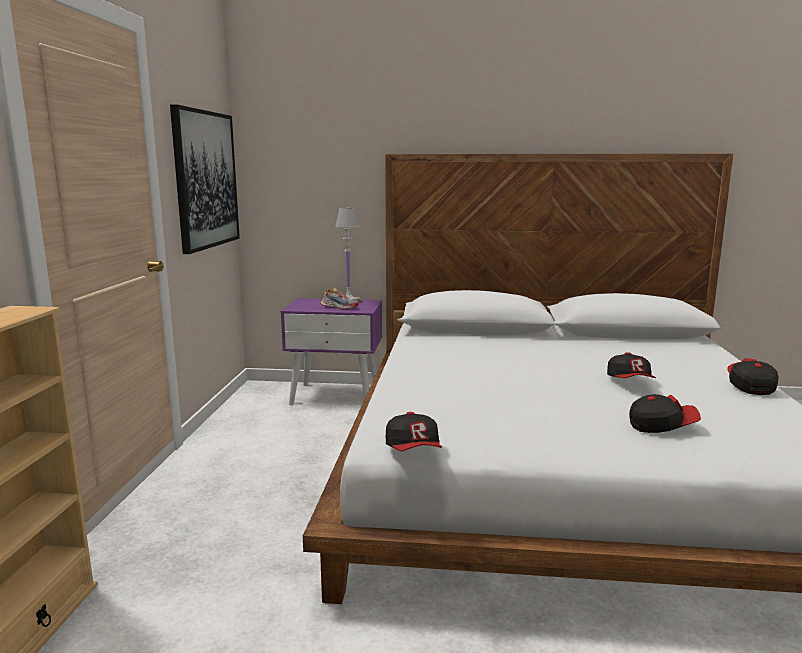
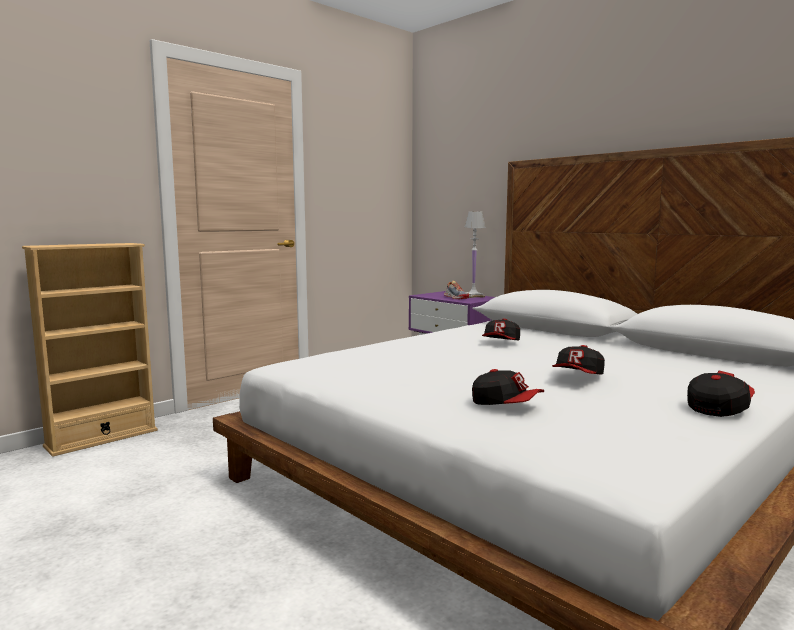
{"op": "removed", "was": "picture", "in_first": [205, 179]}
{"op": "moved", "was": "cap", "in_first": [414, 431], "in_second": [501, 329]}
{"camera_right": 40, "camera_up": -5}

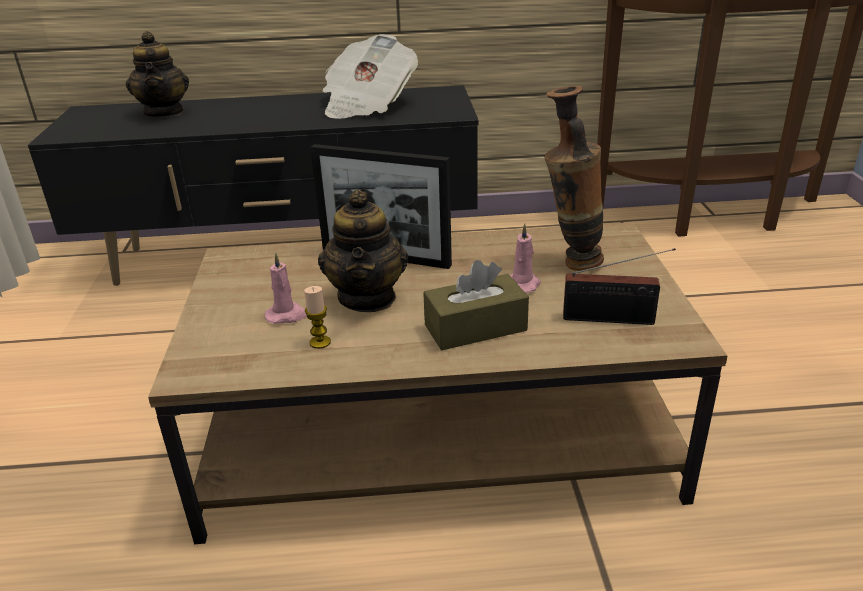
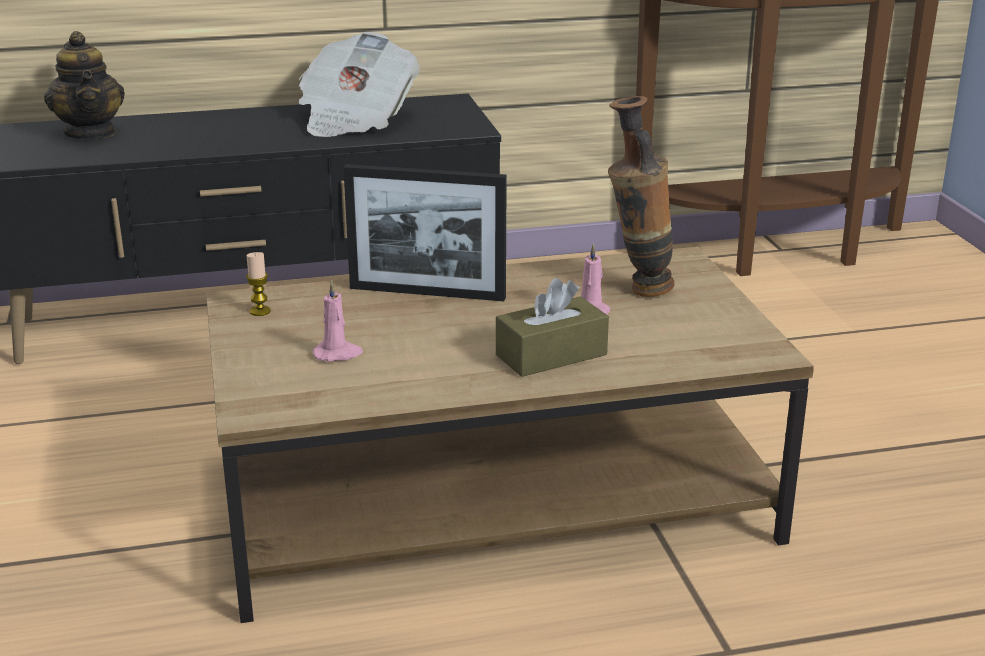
{"op": "removed", "was": "teapot", "in_first": [363, 251]}
{"op": "removed", "was": "radio", "in_first": [619, 286]}
{"op": "moved", "was": "candle", "in_first": [317, 317], "in_second": [258, 284]}
{"camera_right": -10, "camera_up": -5}

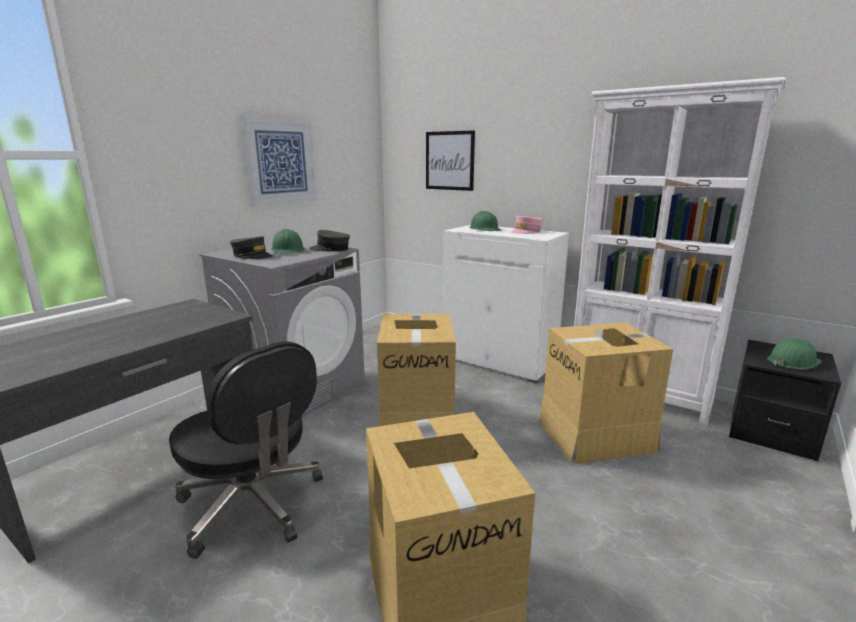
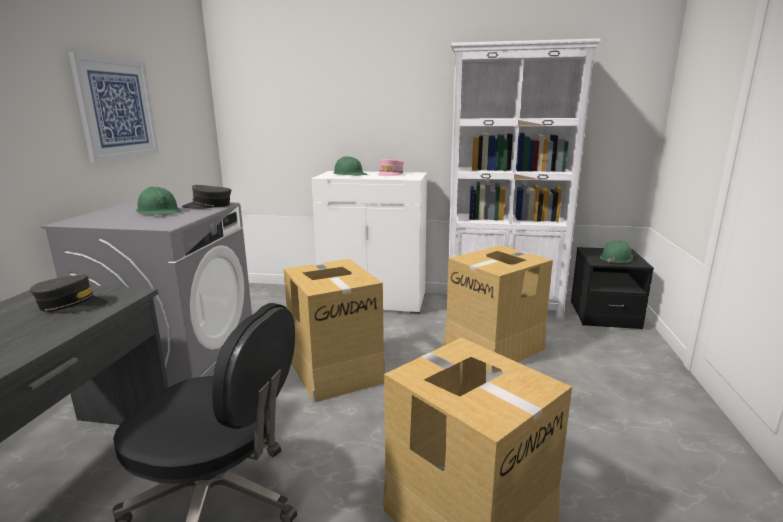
{"op": "removed", "was": "picture", "in_first": [450, 160]}
{"op": "moved", "was": "grey cap", "in_first": [251, 247], "in_second": [69, 294]}
{"camera_right": -25, "camera_up": 0}

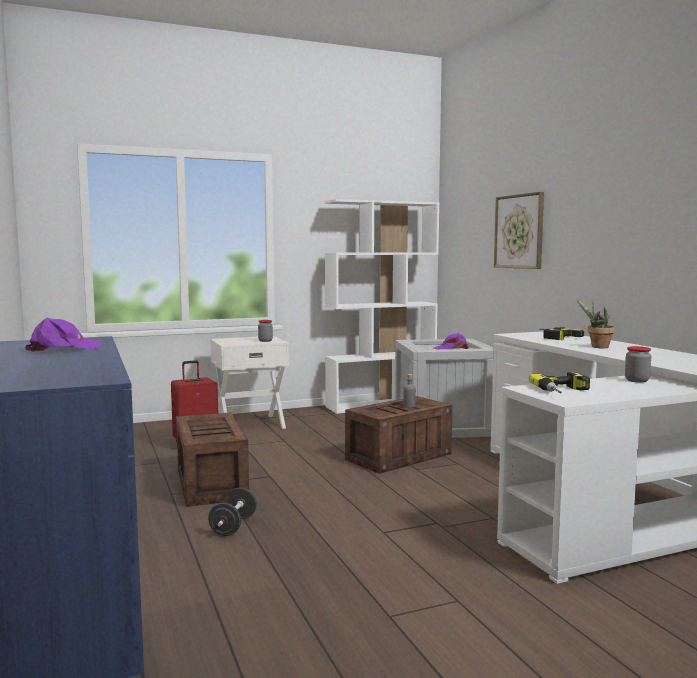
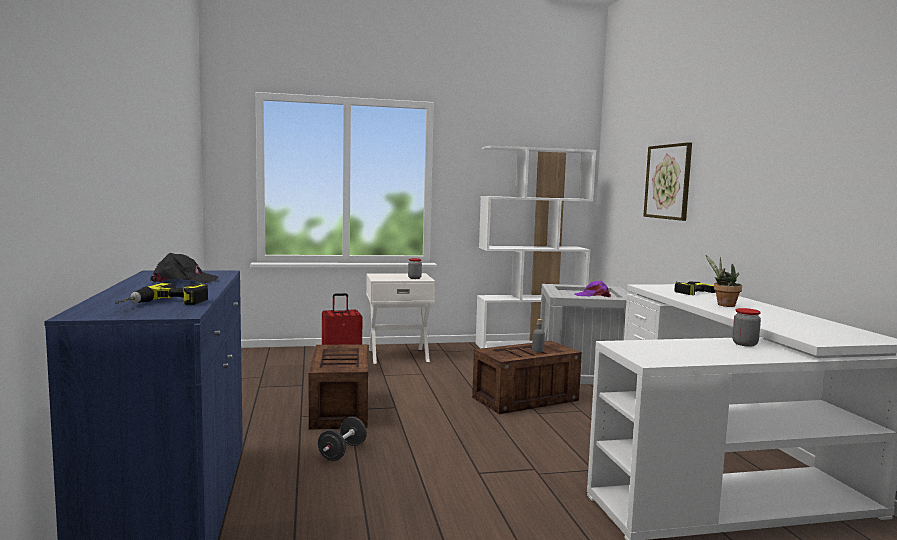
{"op": "recoloured", "was": "purple cap", "now": "black cap", "in_first": [64, 335], "in_second": [184, 268]}
{"op": "moved", "was": "power drill", "in_first": [559, 382], "in_second": [161, 294]}
{"camera_right": 10, "camera_up": 0}

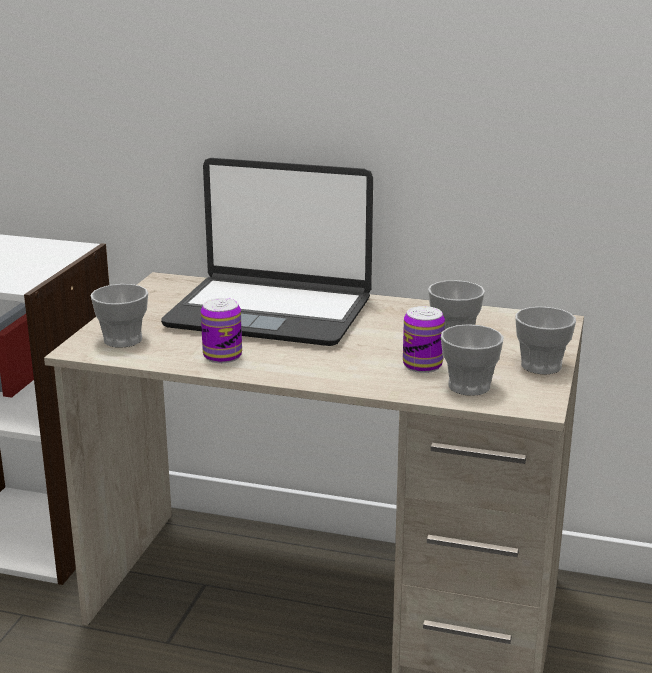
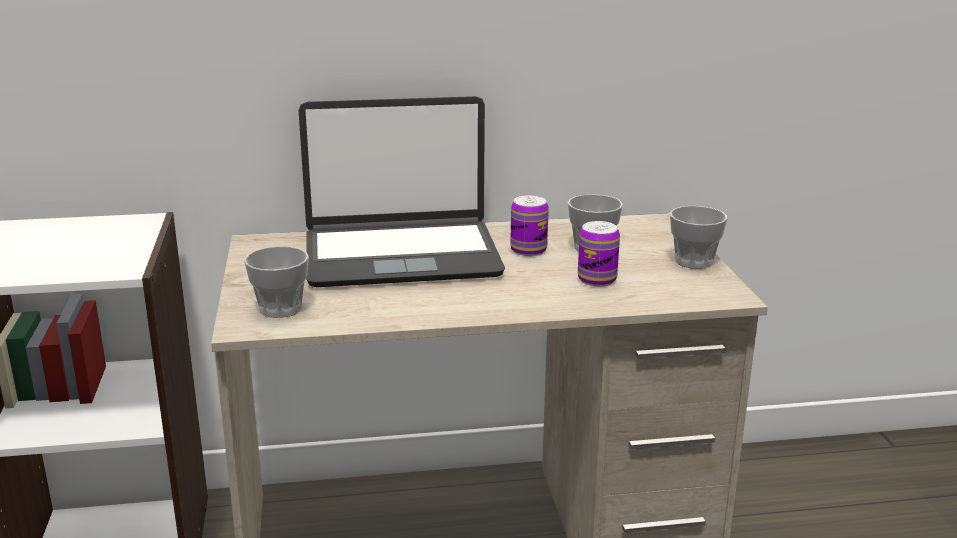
{"op": "moved", "was": "can", "in_first": [221, 330], "in_second": [529, 225]}
{"op": "removed", "was": "cup", "in_first": [472, 360]}
{"camera_right": -25, "camera_up": 0}

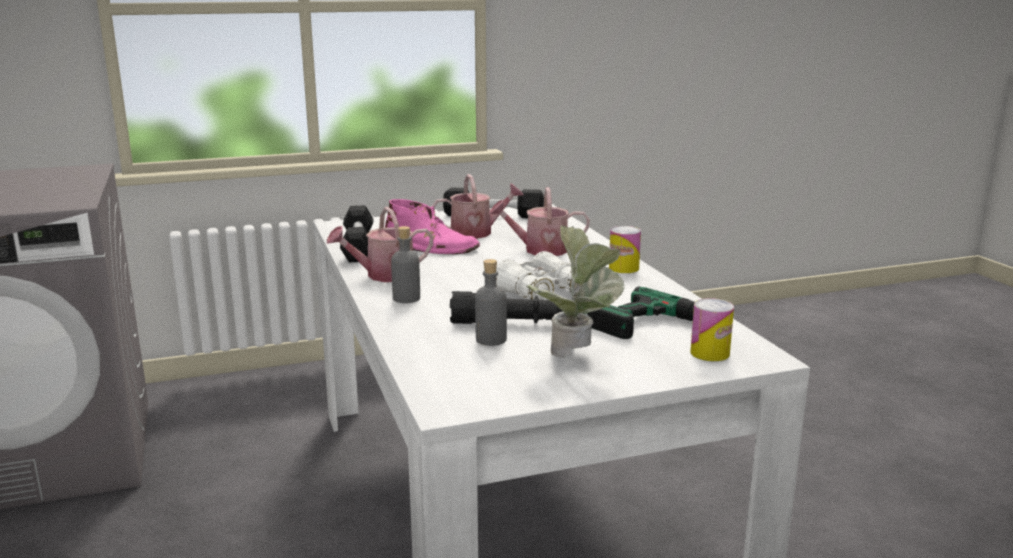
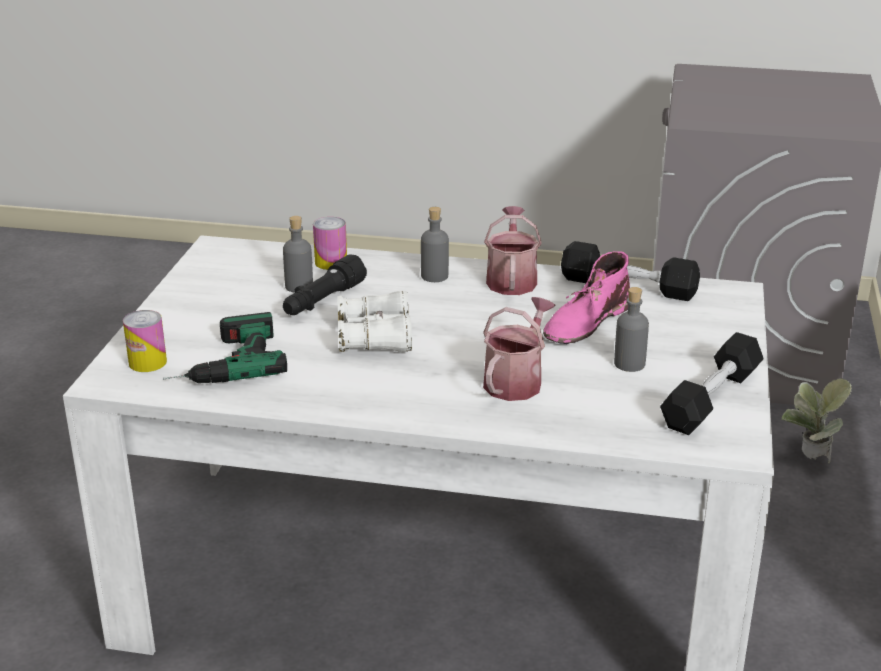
{"op": "replaced", "was": "watering can", "now": "grey bottle", "in_first": [477, 206], "in_second": [631, 329]}
{"op": "moved", "was": "potted plant", "in_first": [575, 291], "in_second": [817, 420]}
{"op": "moved", "was": "can", "in_first": [625, 249], "in_second": [330, 243]}
{"camera_right": 120, "camera_up": 10}

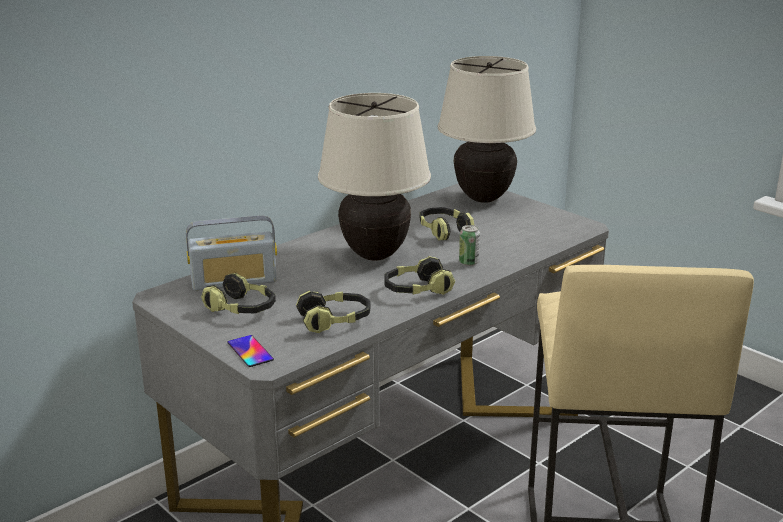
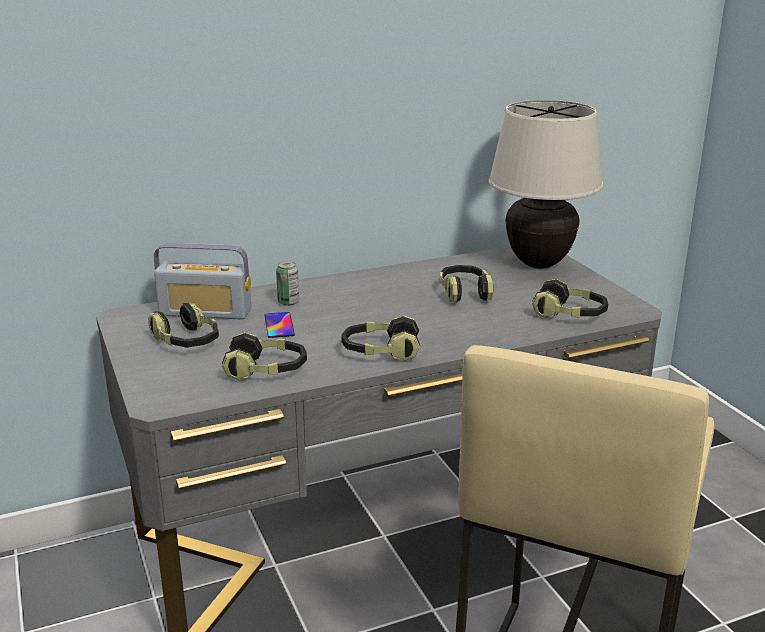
{"op": "removed", "was": "beige table lamp", "in_first": [374, 177]}
{"op": "moved", "was": "can", "in_first": [469, 245], "in_second": [287, 283]}
{"op": "moved", "was": "phone", "in_first": [250, 351], "in_second": [280, 325]}
{"op": "added", "now": "headphones", "in_second": [570, 298]}
{"camera_right": 20, "camera_up": 0}

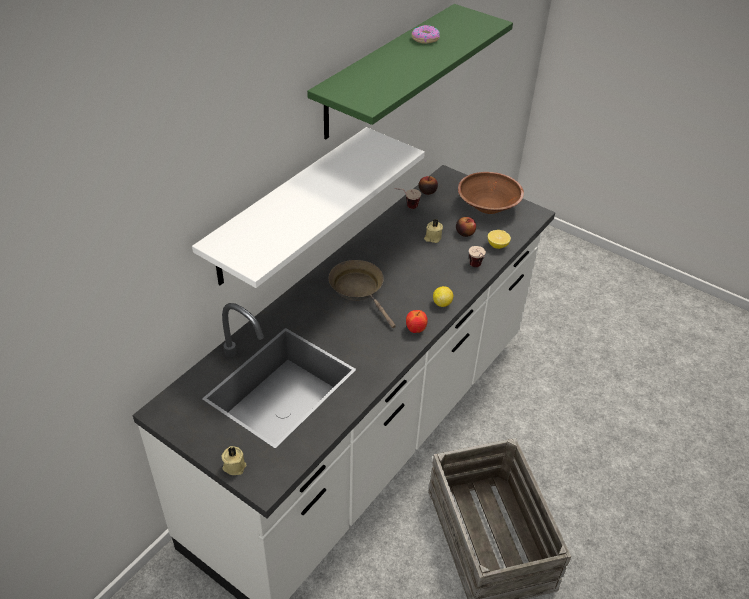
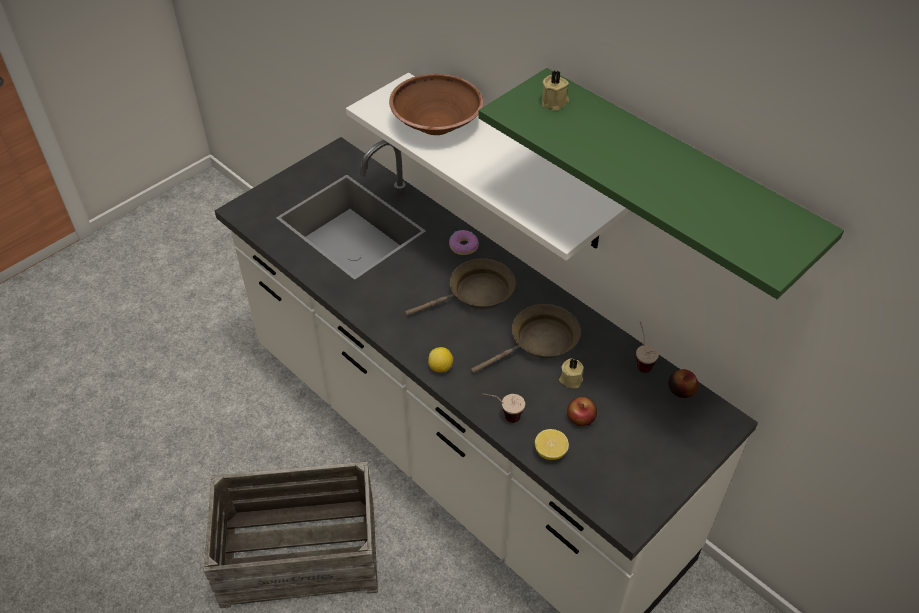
{"op": "moved", "was": "donut", "in_first": [426, 34], "in_second": [464, 242]}
{"op": "moved", "was": "brown bowl", "in_first": [491, 193], "in_second": [436, 104]}
{"op": "removed", "was": "apple", "in_first": [417, 321]}
{"op": "moved", "was": "beige candle", "in_first": [233, 460], "in_second": [555, 91]}
{"op": "added", "now": "brown frying pan", "in_second": [526, 339]}
{"camera_right": 100, "camera_up": 5}

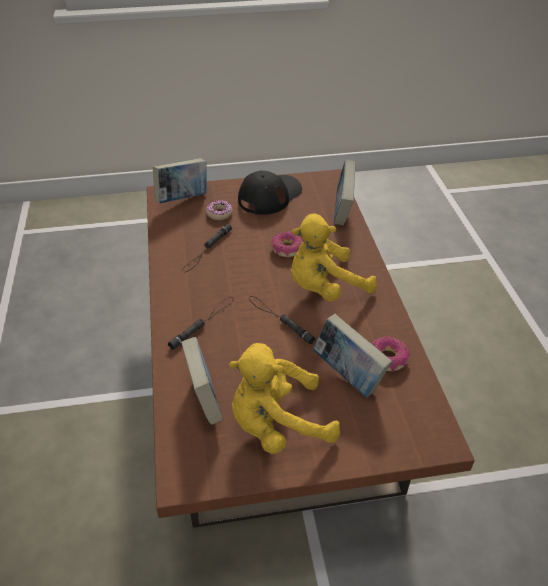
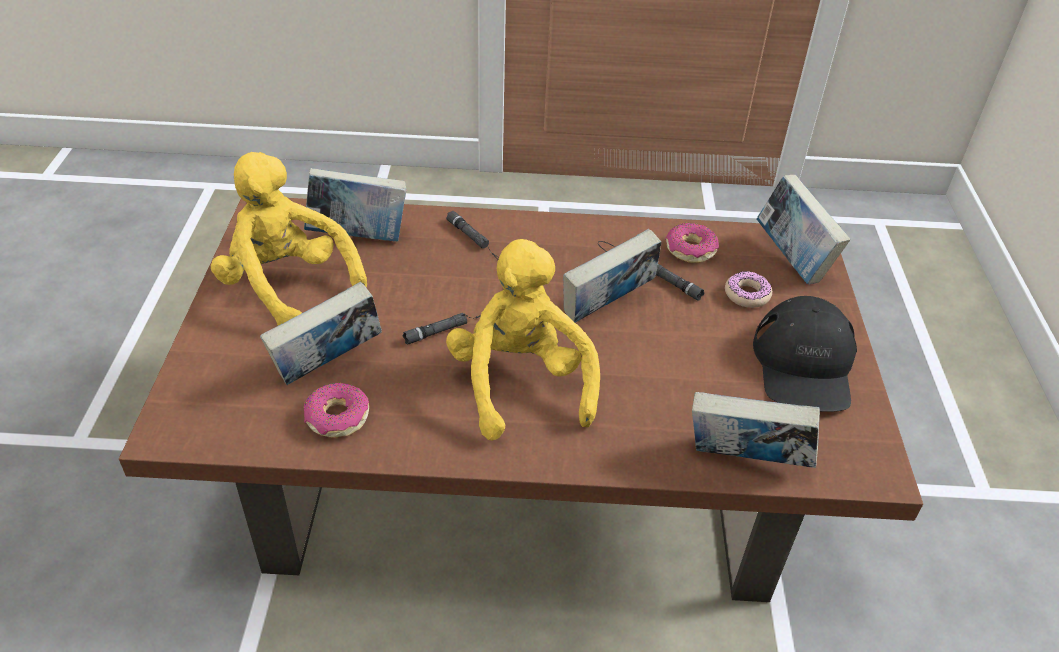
{"op": "turned", "was": "black cap", "in_first": [270, 192], "in_second": [805, 354], "clockwise": 45}
{"op": "moved", "was": "donut", "in_first": [287, 244], "in_second": [692, 243]}
{"op": "turned", "was": "yellow plush toy", "in_first": [284, 398], "in_second": [289, 239], "clockwise": -45}
{"op": "added", "now": "book", "in_second": [612, 275]}
{"camera_right": 100, "camera_up": 0}

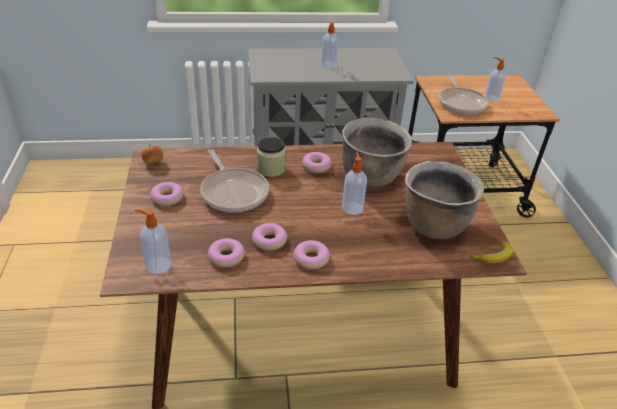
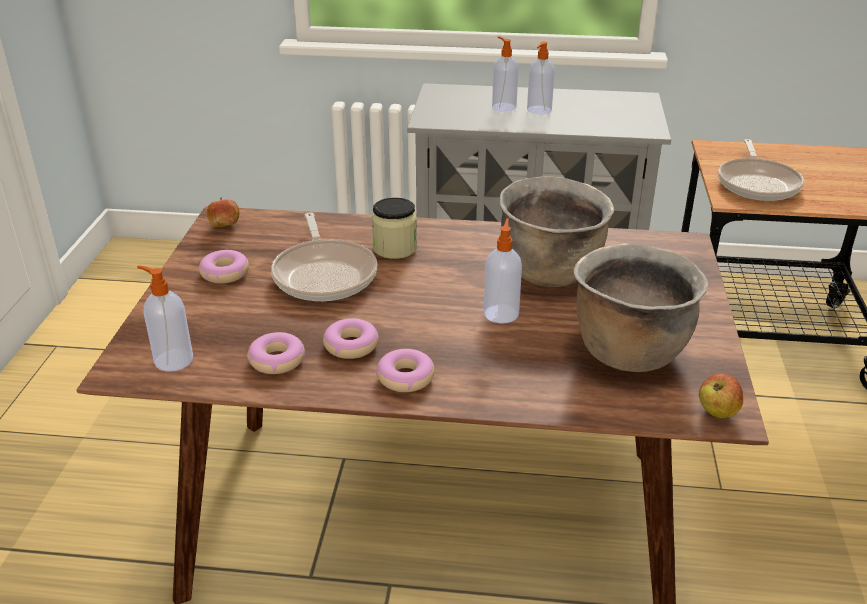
{"op": "moved", "was": "soap dispenser", "in_first": [495, 79], "in_second": [505, 74]}
{"op": "removed", "was": "donut", "in_first": [317, 162]}
{"op": "replaced", "was": "banana", "now": "apple", "in_first": [492, 253], "in_second": [721, 396]}
{"camera_right": 15, "camera_up": -5}

